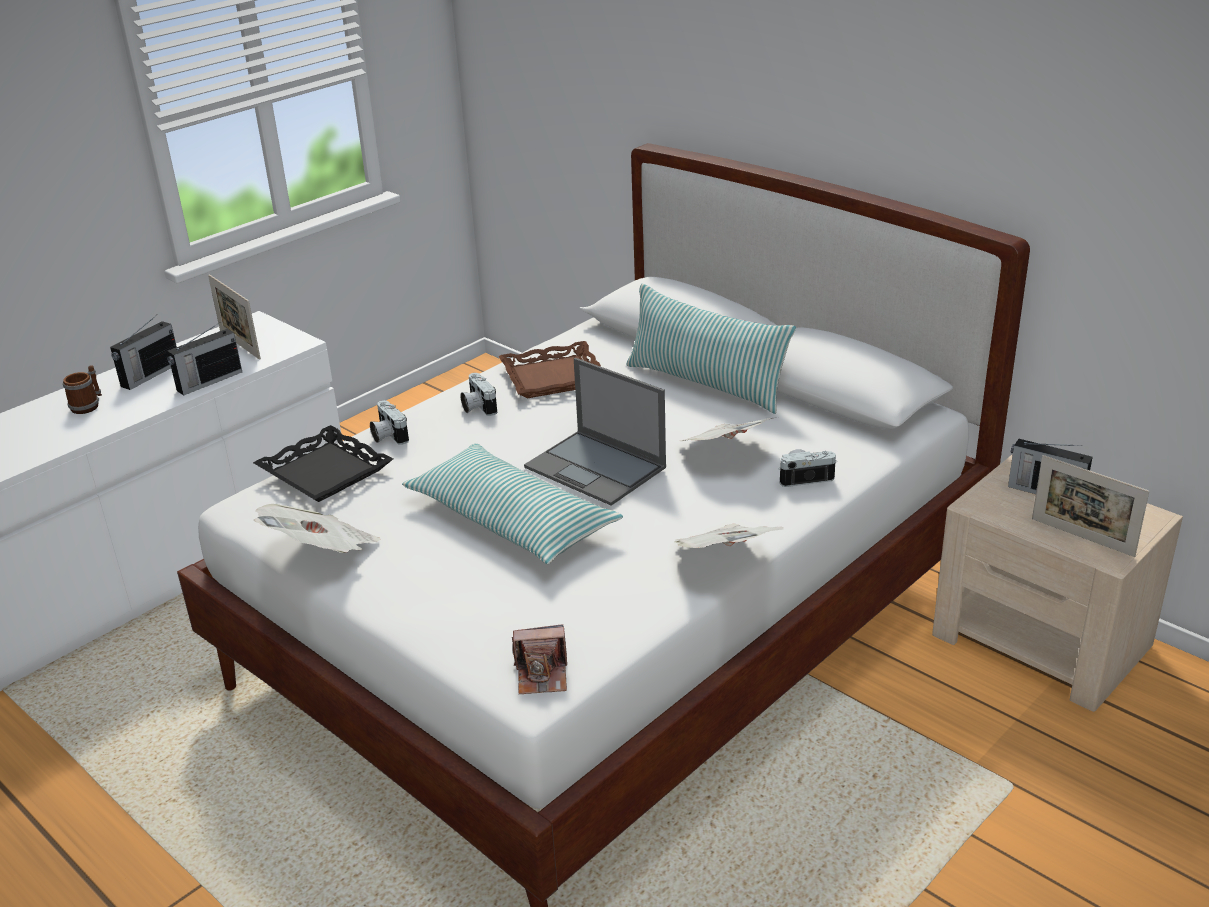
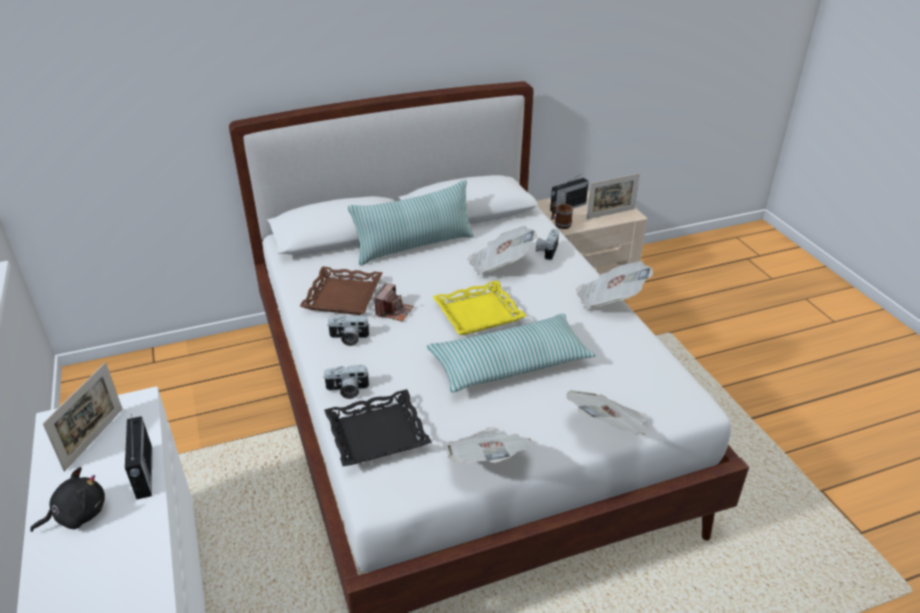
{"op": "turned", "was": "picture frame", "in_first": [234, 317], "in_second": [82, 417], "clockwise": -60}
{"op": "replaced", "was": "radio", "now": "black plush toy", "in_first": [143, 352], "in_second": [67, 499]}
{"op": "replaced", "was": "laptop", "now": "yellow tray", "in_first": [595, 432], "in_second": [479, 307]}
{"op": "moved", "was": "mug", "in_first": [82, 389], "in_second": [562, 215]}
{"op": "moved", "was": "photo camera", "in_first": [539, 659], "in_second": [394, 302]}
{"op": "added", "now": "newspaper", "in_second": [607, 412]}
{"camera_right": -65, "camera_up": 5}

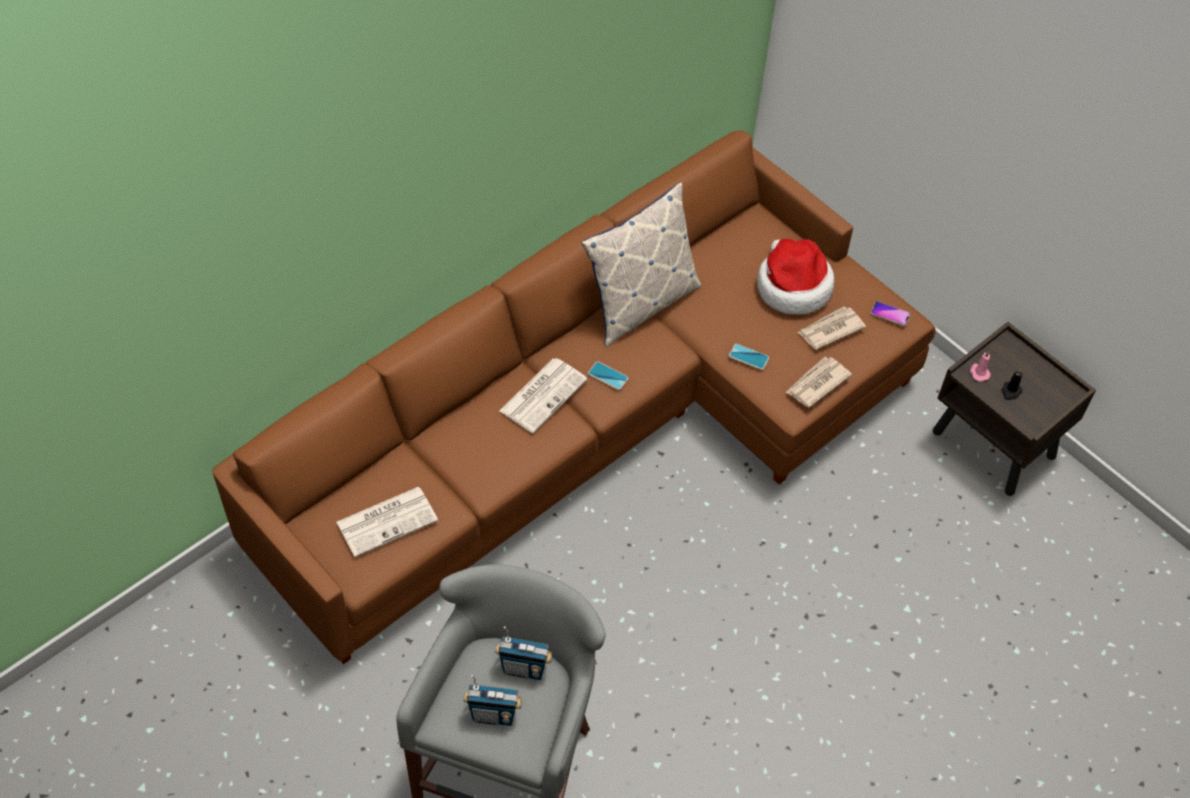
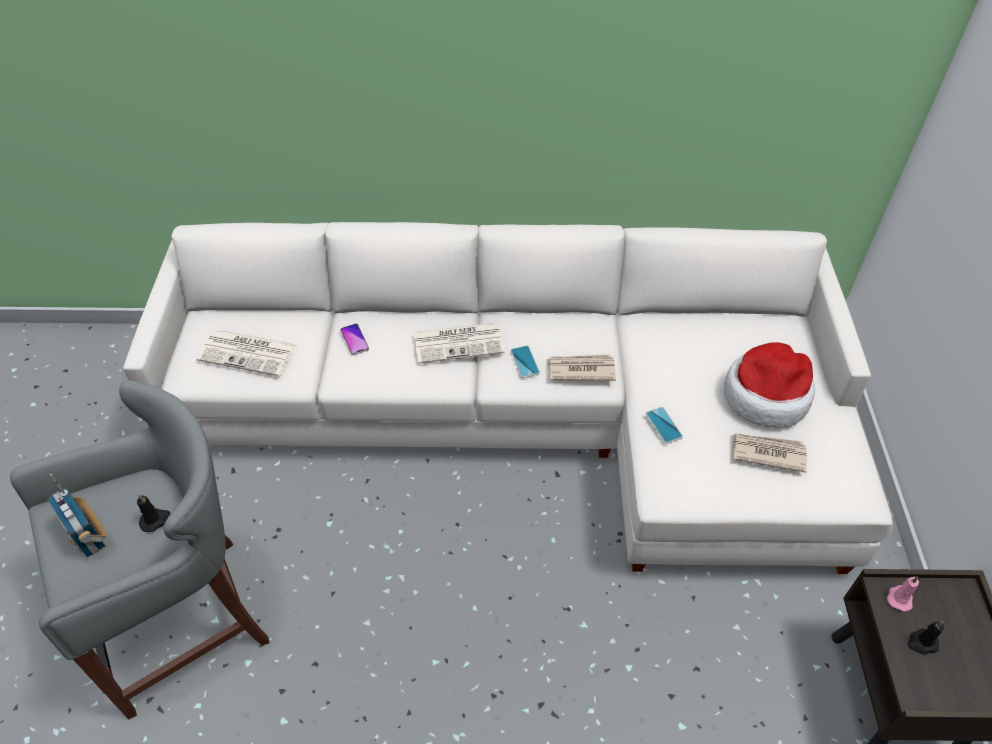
{"op": "recoloured", "was": "brown sofa", "now": "white sofa", "in_first": [574, 397], "in_second": [508, 398]}
{"op": "removed", "was": "pillow", "in_first": [641, 264]}
{"op": "moved", "was": "phone", "in_first": [890, 313], "in_second": [354, 339]}
{"op": "moved", "was": "newspaper", "in_first": [818, 382], "in_second": [581, 368]}
{"op": "replaced", "was": "radio", "now": "black candle", "in_first": [523, 653], "in_second": [153, 513]}
{"camera_right": 45, "camera_up": -5}

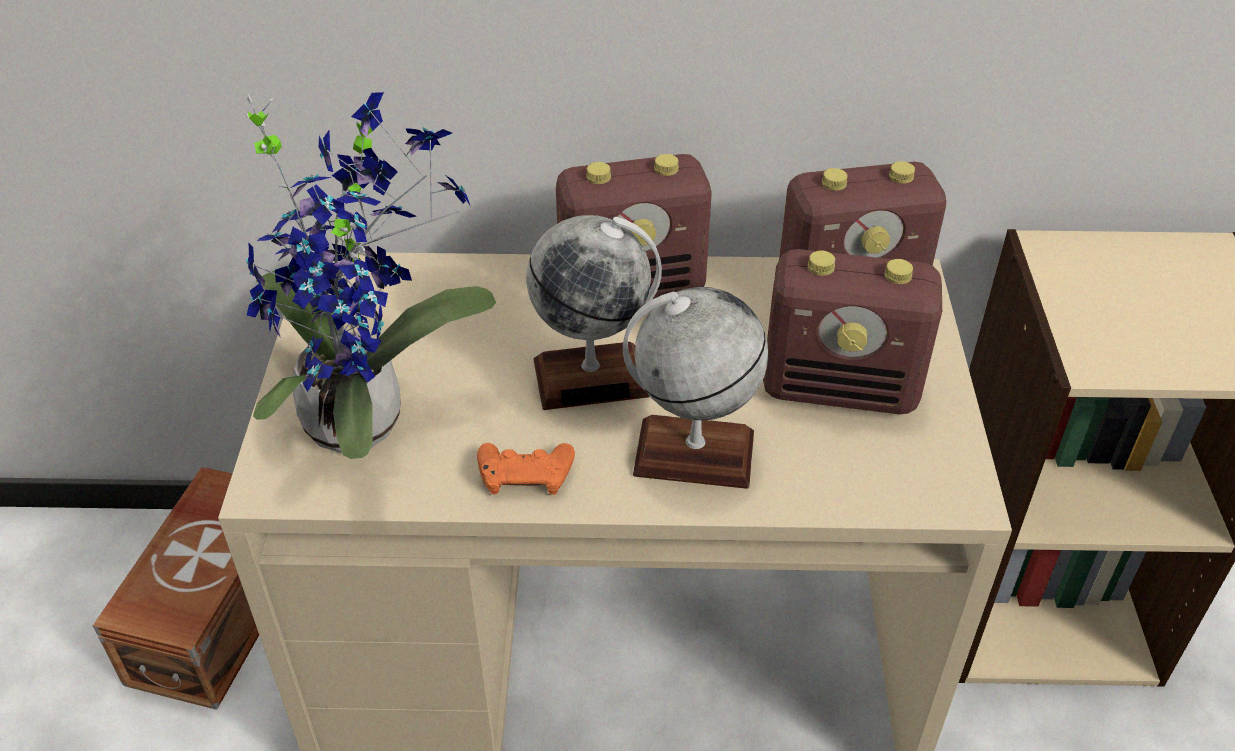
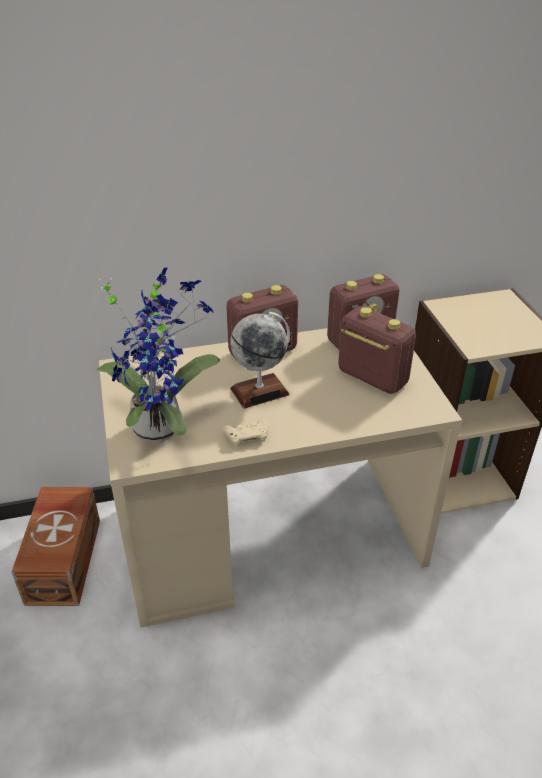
{"op": "turned", "was": "radio", "in_first": [852, 331], "in_second": [377, 350], "clockwise": -135}
{"op": "removed", "was": "globe", "in_first": [695, 388]}
{"op": "recoloured", "was": "orange game controller", "now": "beige game controller", "in_first": [526, 469], "in_second": [245, 433]}
{"camera_right": -15, "camera_up": -5}

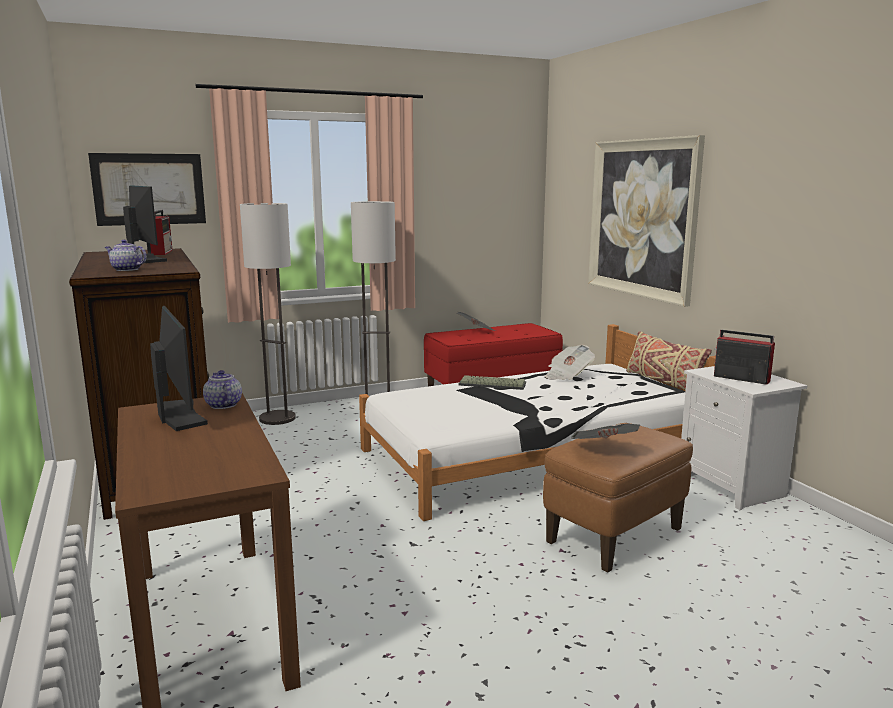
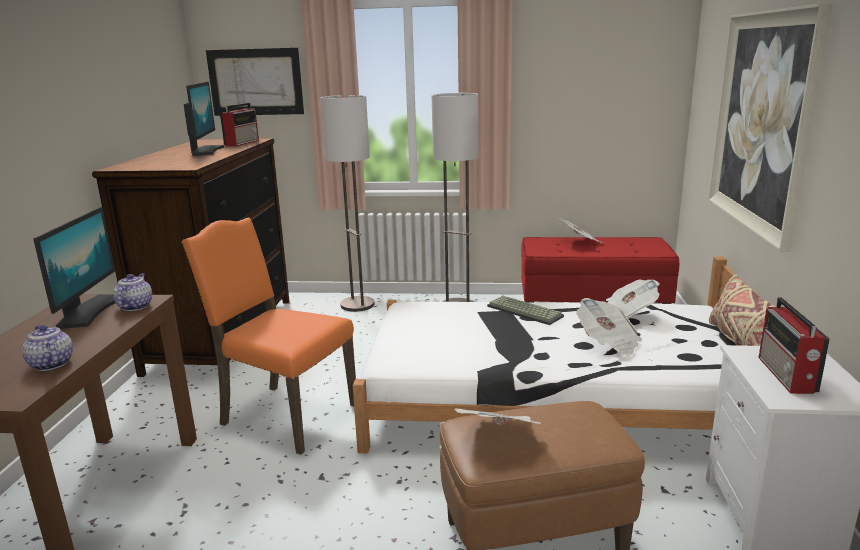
{"op": "moved", "was": "teapot", "in_first": [126, 255], "in_second": [47, 348]}
{"op": "turned", "was": "radio", "in_first": [744, 357], "in_second": [794, 345], "clockwise": -150}
{"op": "added", "now": "orange chair", "in_second": [269, 336]}
{"op": "added", "now": "newspaper", "in_second": [609, 327]}
{"camera_right": 30, "camera_up": 5}

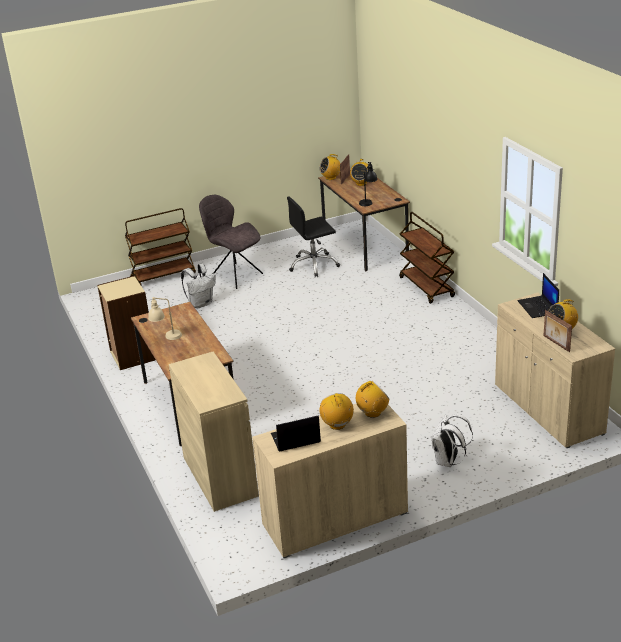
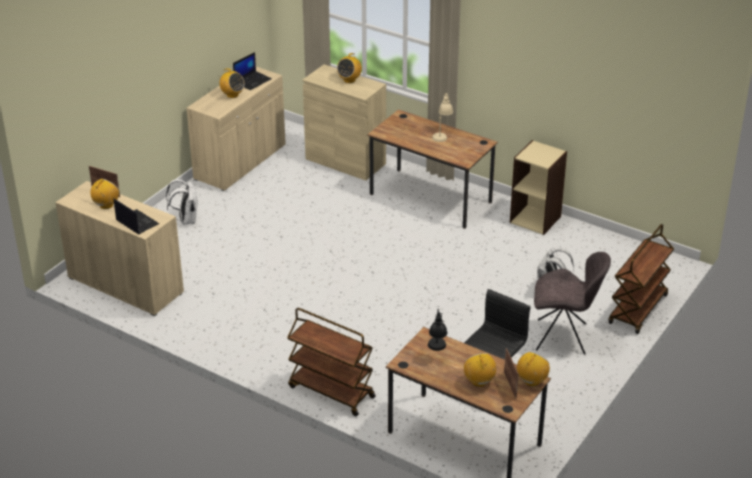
{"op": "moved", "was": "radio", "in_first": [372, 399], "in_second": [349, 68]}
{"camera_right": 145, "camera_up": 5}

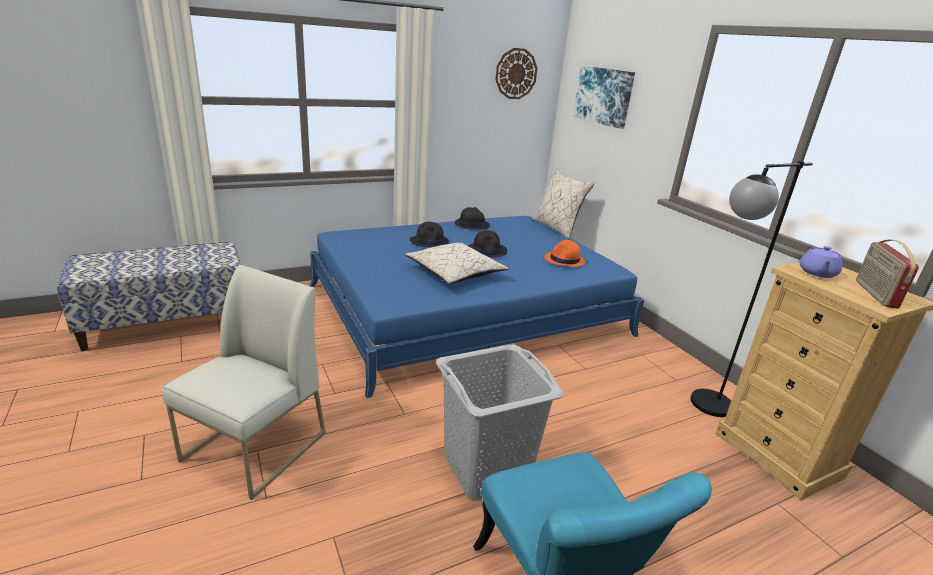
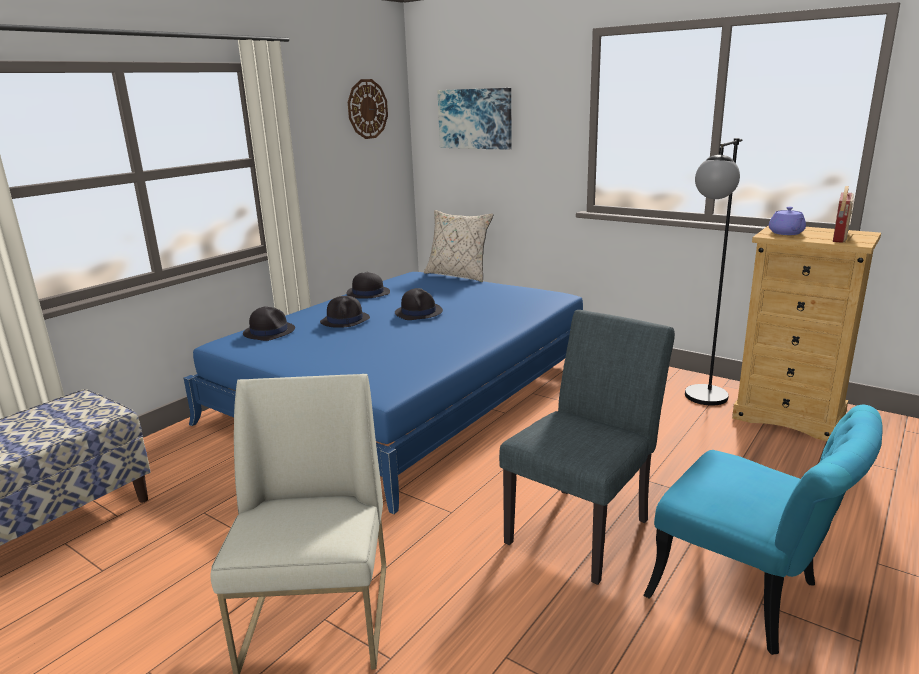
{"op": "removed", "was": "orange hat", "in_first": [564, 253]}
{"op": "turned", "was": "radio", "in_first": [887, 274], "in_second": [843, 214], "clockwise": -135}
{"op": "removed", "was": "beige pillow", "in_first": [457, 263]}
{"op": "replaced", "was": "grey laundry basket", "now": "grey chair", "in_first": [499, 422], "in_second": [587, 447]}
{"op": "added", "now": "black hat", "in_second": [269, 323]}
{"camera_right": -25, "camera_up": -5}

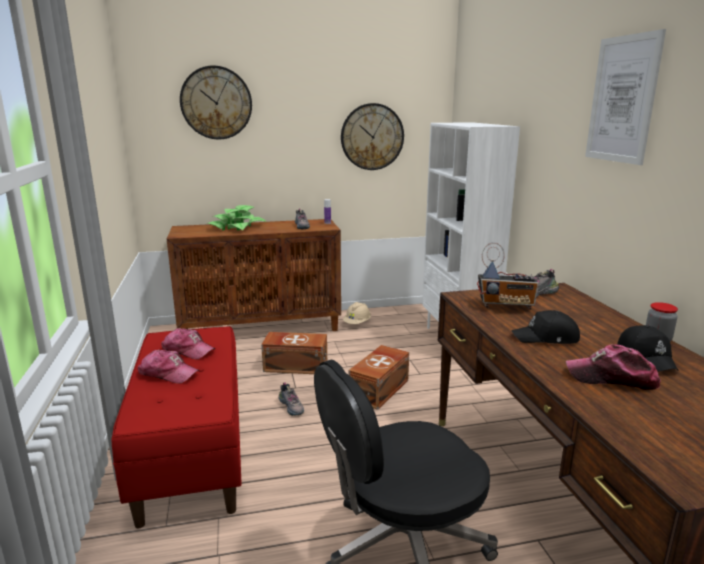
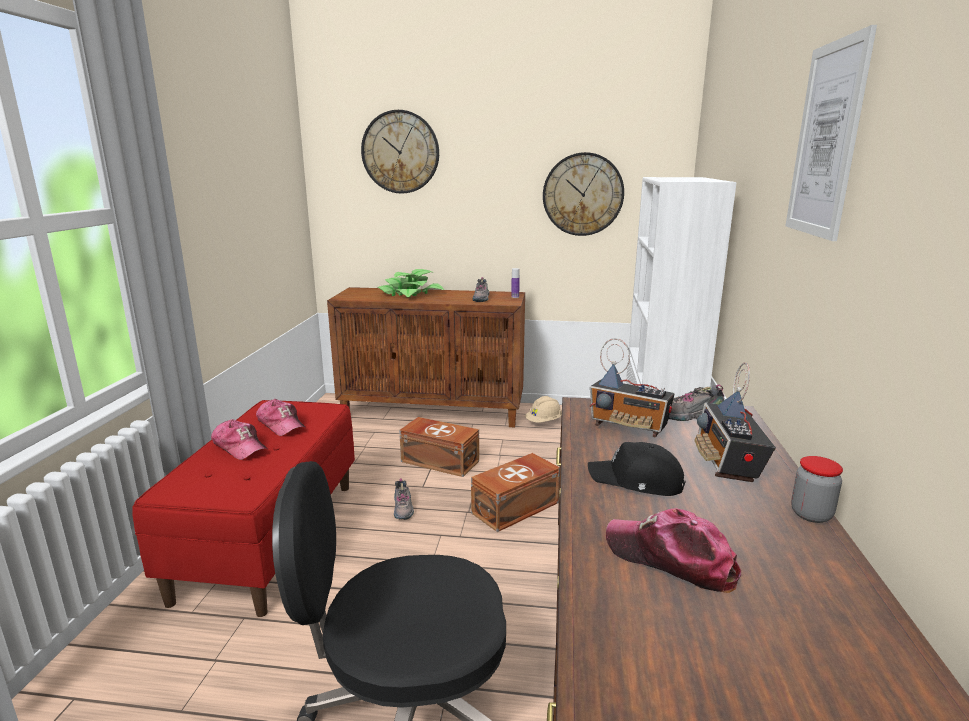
{"op": "removed", "was": "black cap", "in_first": [648, 348]}
{"op": "added", "now": "radio", "in_second": [735, 422]}
{"camera_right": 20, "camera_up": 0}

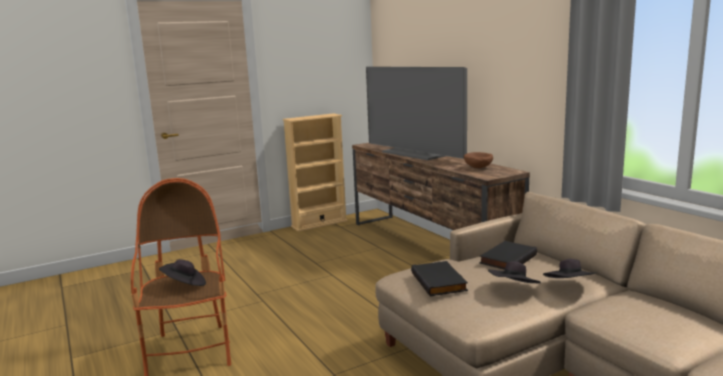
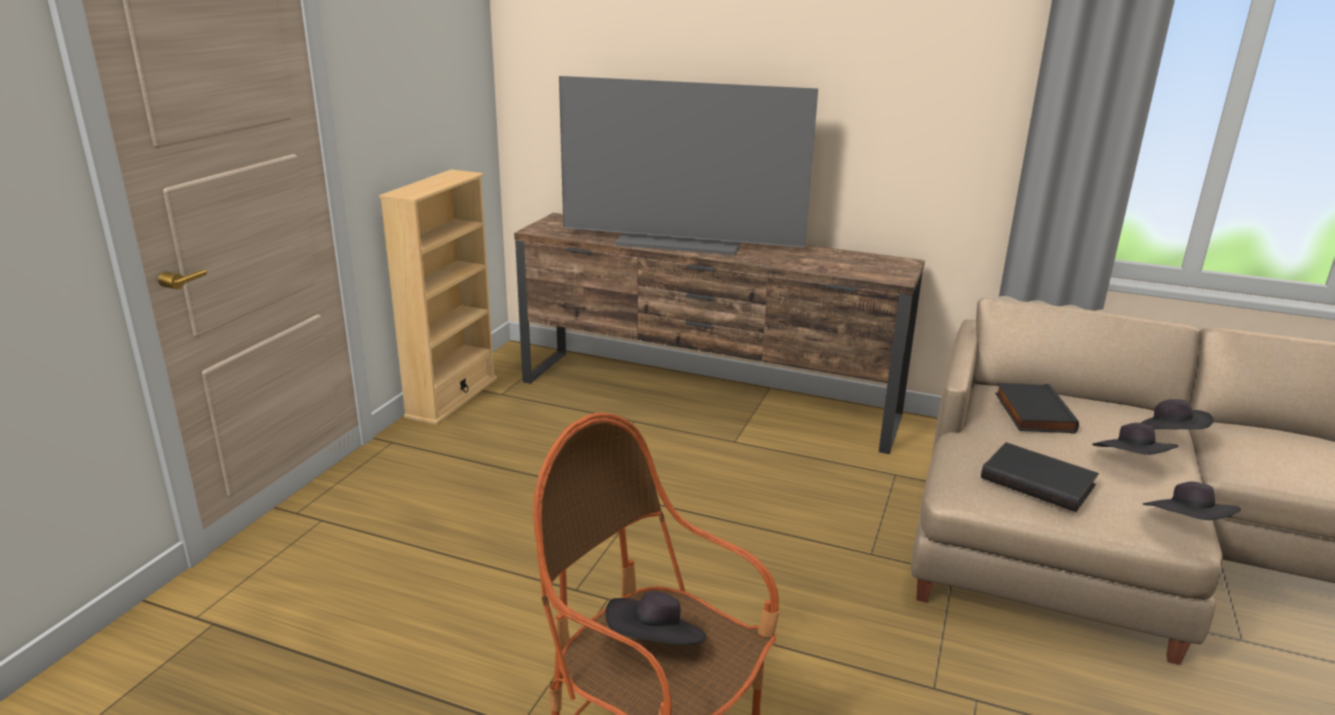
{"op": "removed", "was": "brown bowl", "in_first": [478, 160]}
{"op": "added", "now": "black hat", "in_second": [1192, 501]}
{"camera_right": -40, "camera_up": 10}

